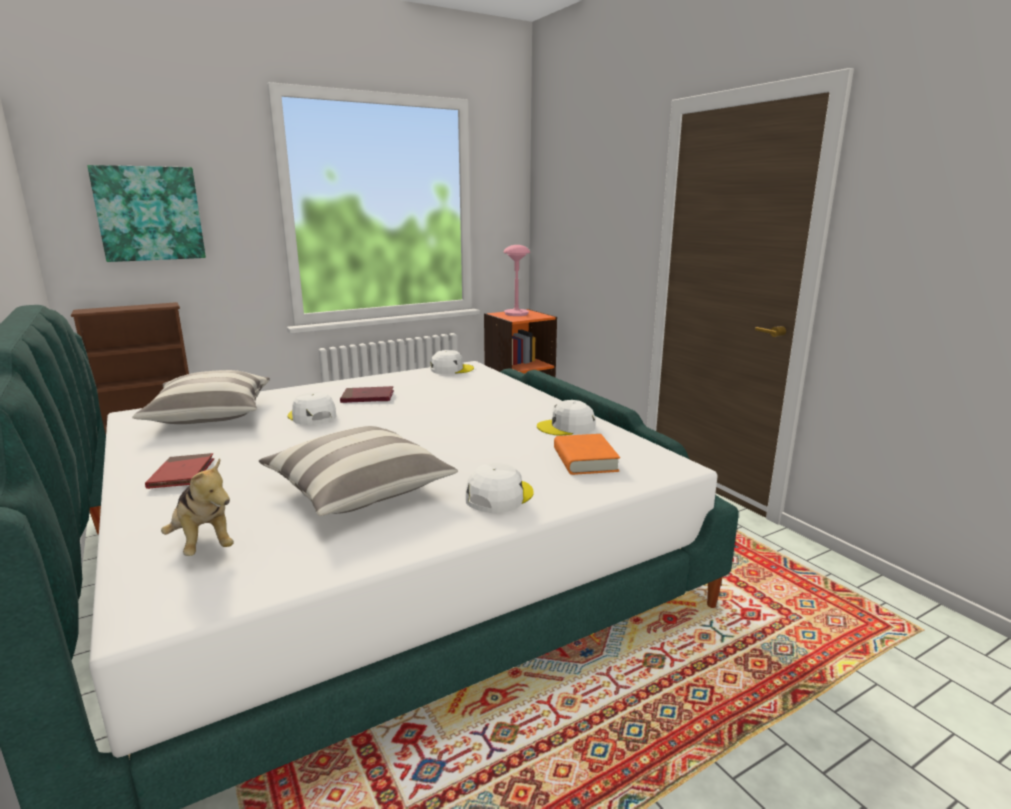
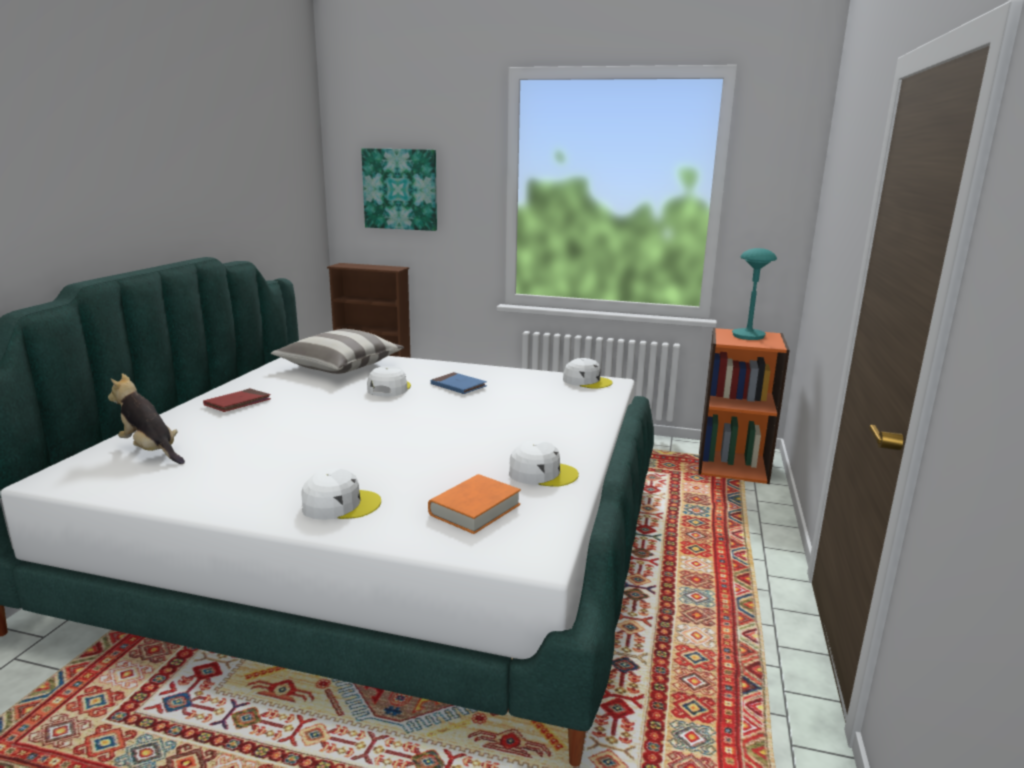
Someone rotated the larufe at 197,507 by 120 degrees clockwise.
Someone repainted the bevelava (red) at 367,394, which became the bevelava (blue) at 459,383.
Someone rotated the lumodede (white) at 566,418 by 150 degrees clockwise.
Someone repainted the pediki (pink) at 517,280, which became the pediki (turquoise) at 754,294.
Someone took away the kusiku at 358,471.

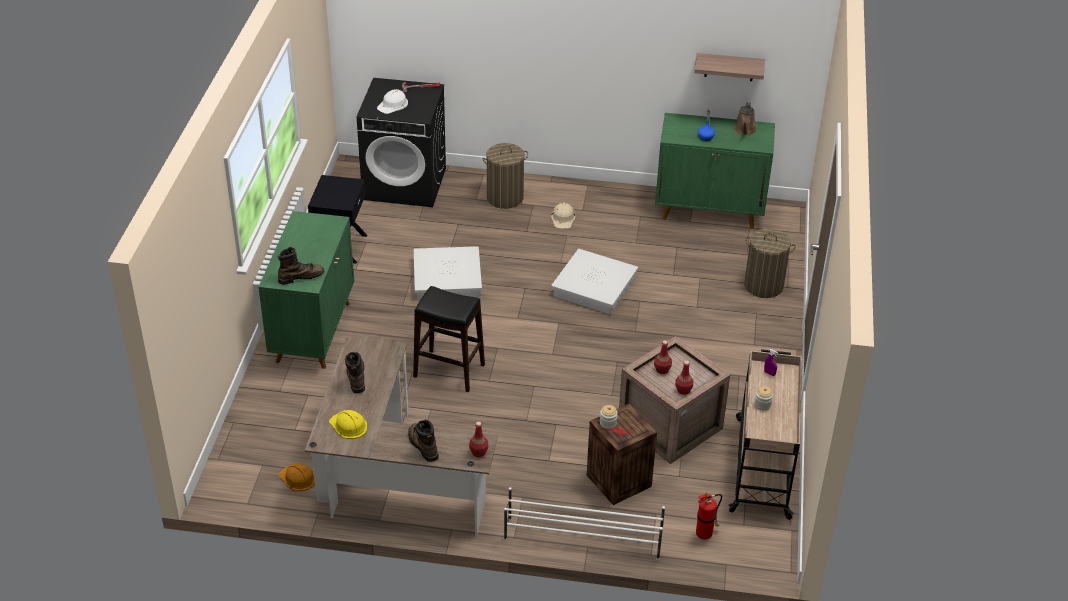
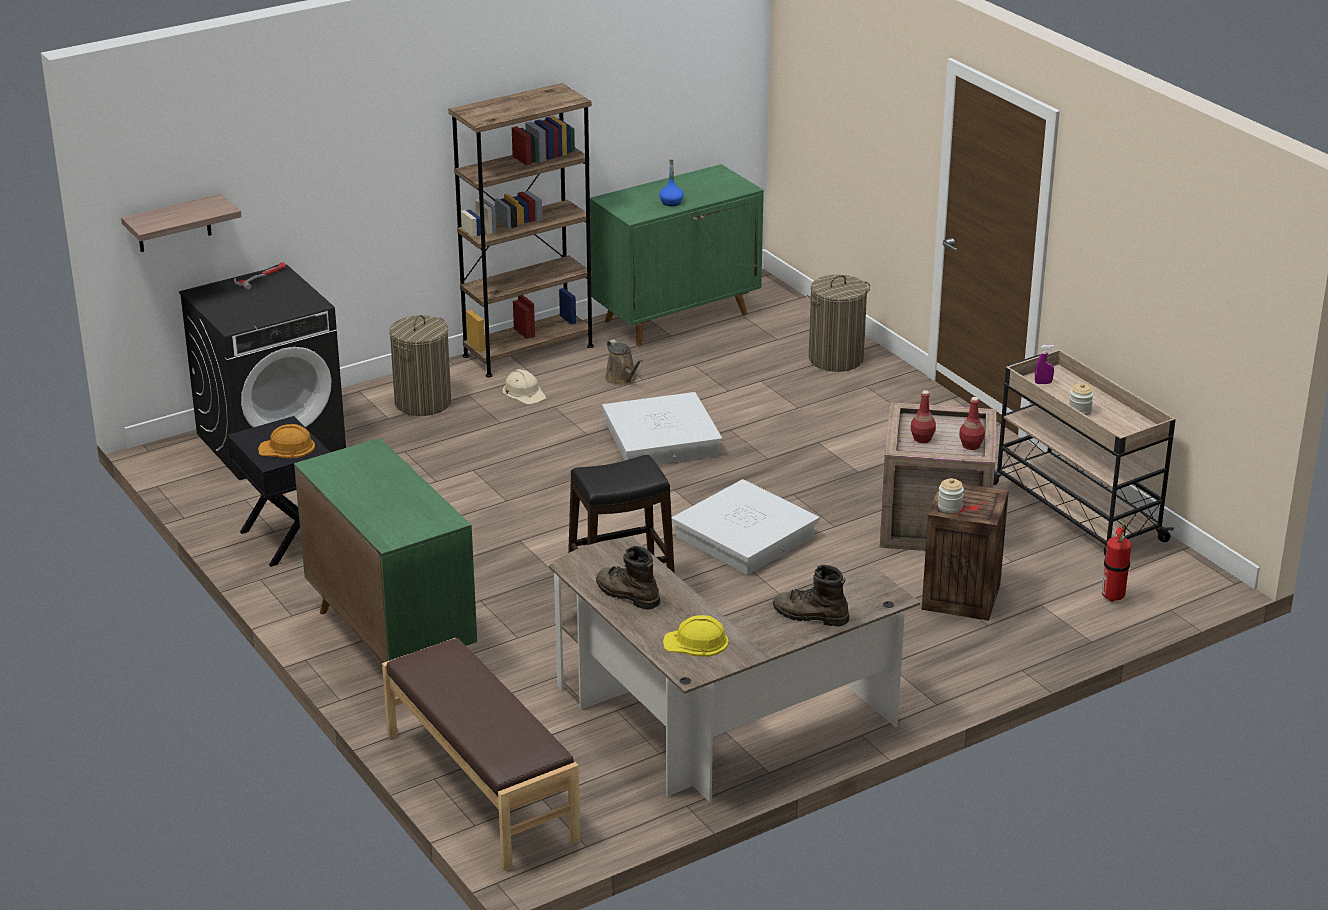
Someone carried the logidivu from 729,67 to 181,223.
Someone carried the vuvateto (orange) from 297,477 to 286,441.
Someone put down the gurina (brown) at 481,754.
Someone put down the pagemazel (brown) at 521,230.
Someone carried the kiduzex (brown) from 745,119 to 624,362.
Someone carried the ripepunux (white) from 448,273 to 745,527.
Someone took away the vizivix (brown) at 300,266.
Someone took away the vuvateto (white) at 392,101.
Someone took away the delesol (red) at 479,439.
Someone took away the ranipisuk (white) at 584,523.

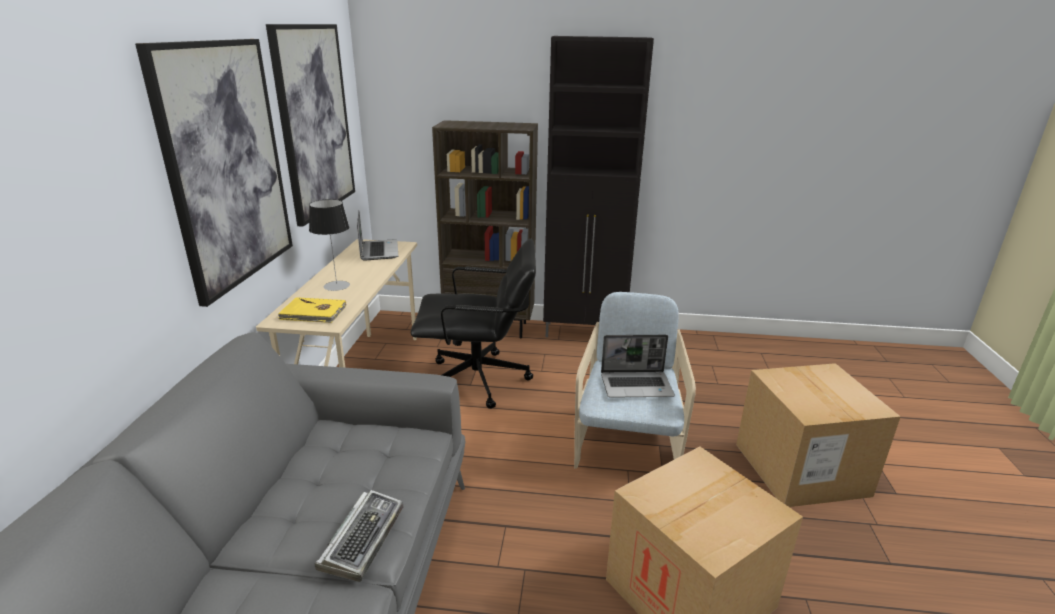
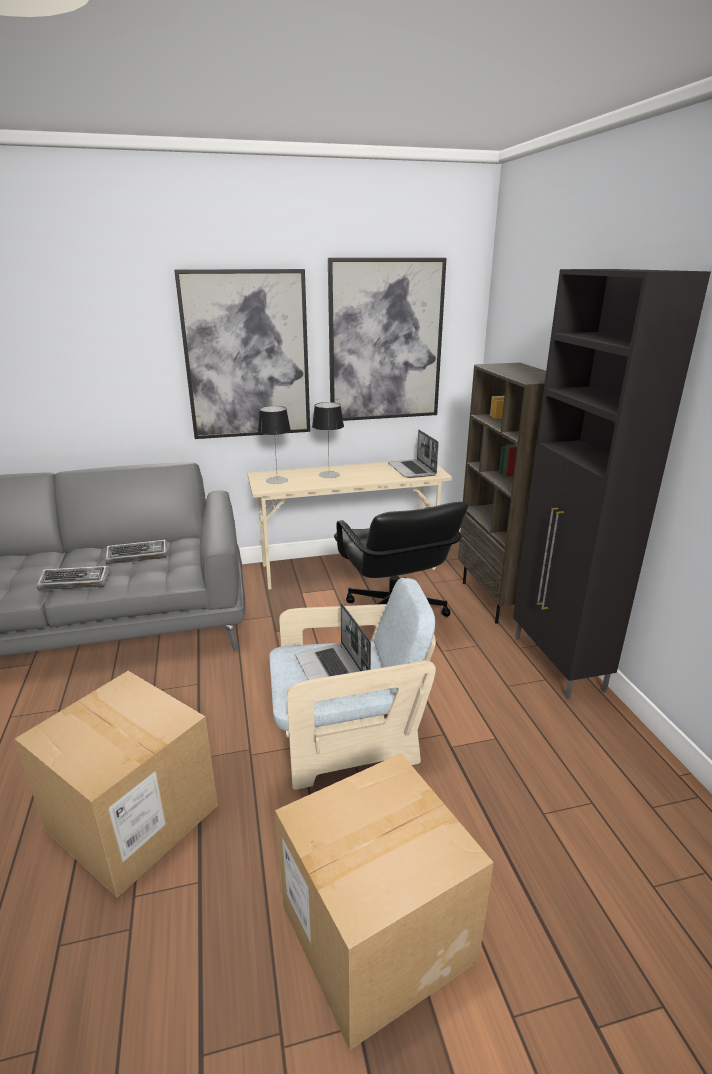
Someone put down the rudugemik at 136,552.
Someone swapped the bevelava (yellow) at 312,310 for the pediki at 274,445.
Someone rotated the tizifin at 377,236 by 105 degrees clockwise.

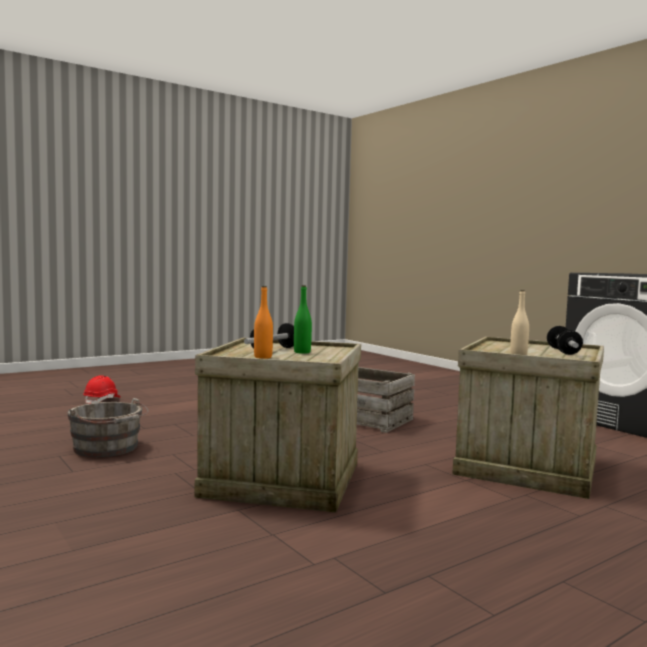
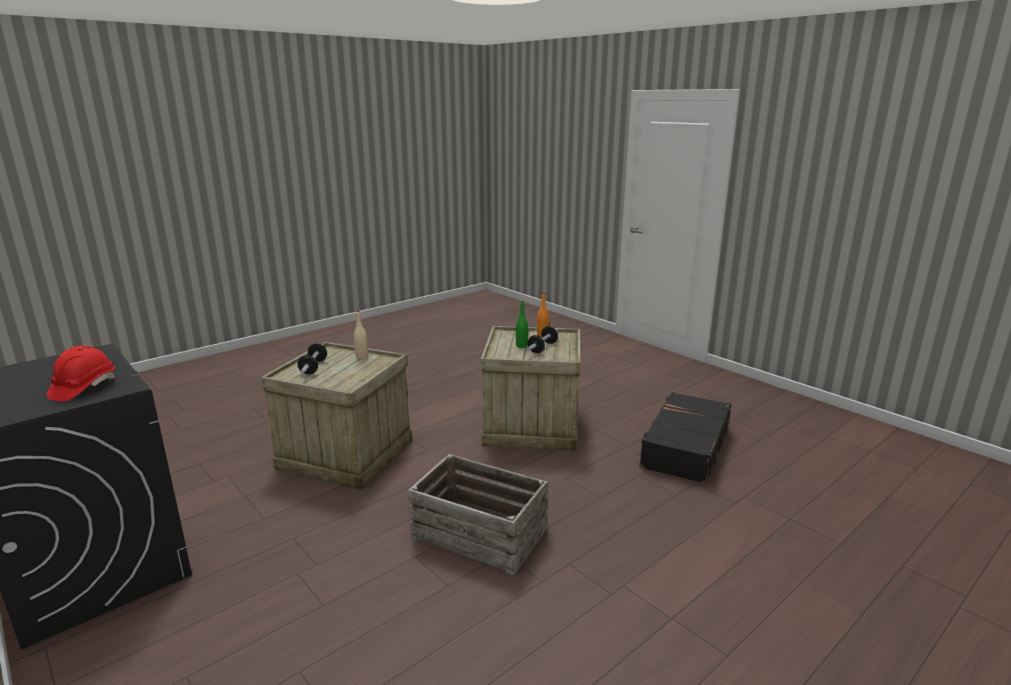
Someone carried the vuvateto (red) from 101,390 to 81,374.
Someone swapped the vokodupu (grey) at 108,427 for the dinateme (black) at 685,438.

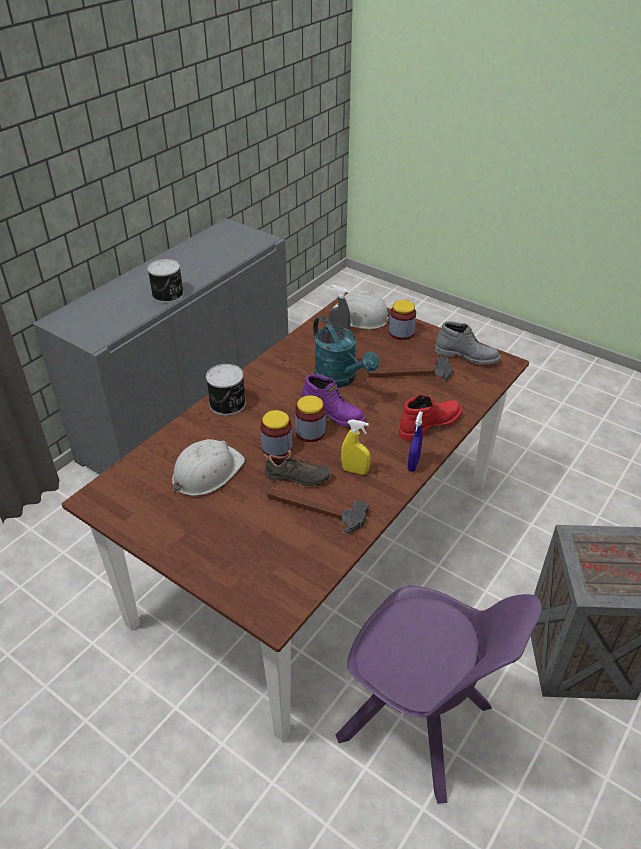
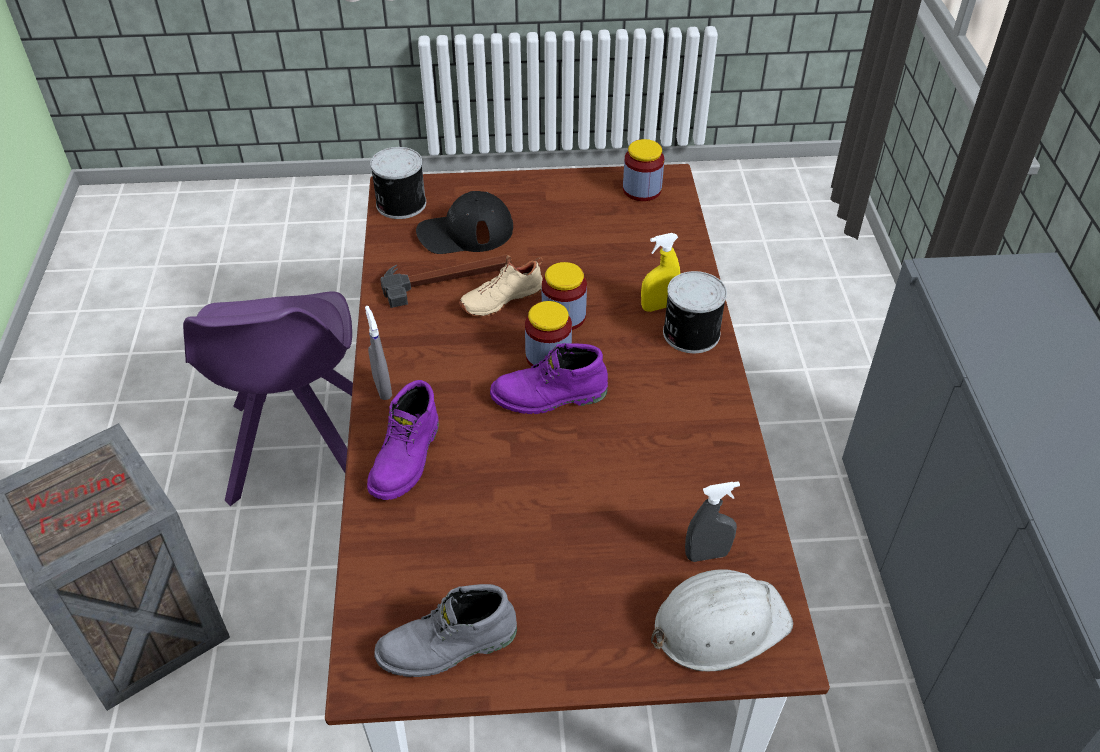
Someone rotated the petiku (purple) at 439,695 by 90 degrees counterclockwise.
Someone repainted the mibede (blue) at 415,441, which became the mibede (grey) at 378,353.
Someone repainted the vizivix (red) at 430,417, which became the vizivix (purple) at 403,440.
Someone carried the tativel from 165,281 to 398,183.
Someone put down the lumodede (black) at 464,222.
Someone repainted the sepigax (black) at 298,468, which became the sepigax (beige) at 501,286.
Someone carried the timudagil from 402,320 to 643,170.
Someone carried the mibede (yellow) from 355,447 to 660,272.
Someone took away the vuvateto (white) at 208,467.
Someone took away the kiduzex (turquoise) at 346,352.
Someone took away the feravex at 410,369.

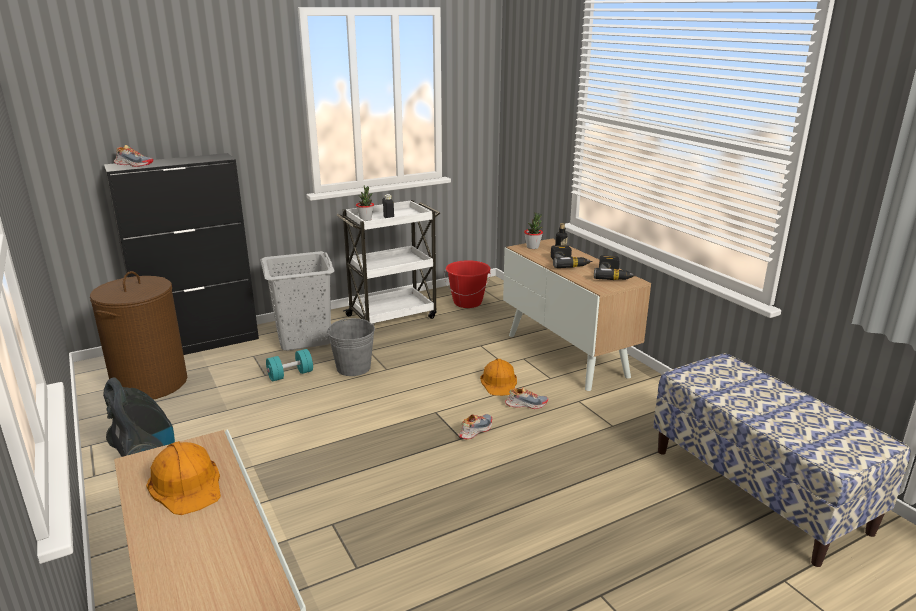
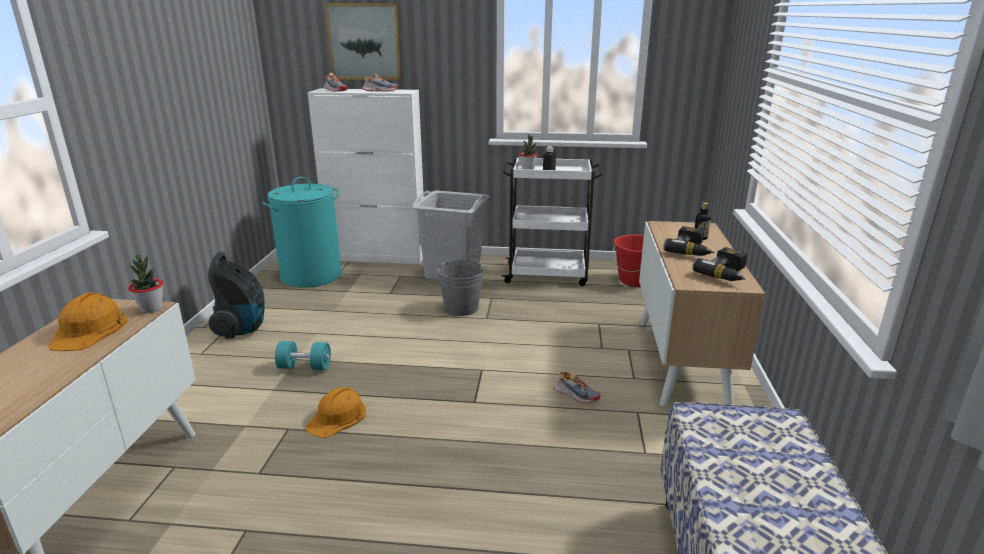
Someone carried the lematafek from 533,231 to 145,283.
Someone repainted the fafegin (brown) at 139,335, which became the fafegin (turquoise) at 302,232.
Someone carried the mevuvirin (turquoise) from 289,365 to 303,355.
Someone carried the vuvateto (orange) from 498,377 to 335,412.
Someone repainted the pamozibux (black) at 181,254, which became the pamozibux (white) at 366,176.
Someone put up the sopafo at 363,41.
Someone carried the sepigax from 475,426 to 380,83.

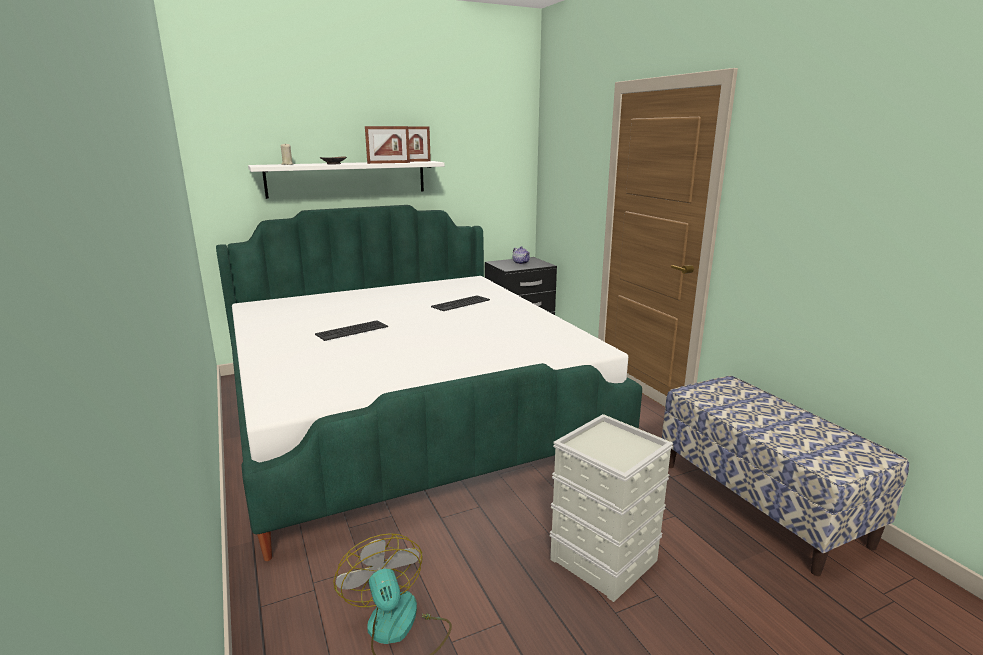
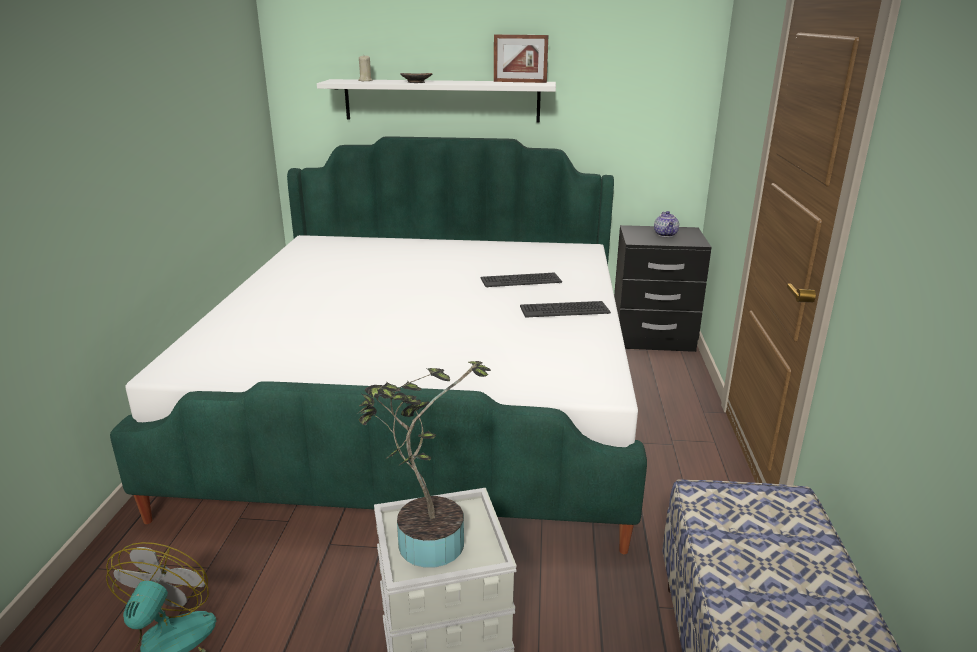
Someone put down the lematafek at 424,464.
Someone carried the rudugemik from 351,330 to 565,309.
Someone took away the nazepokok at 387,145.

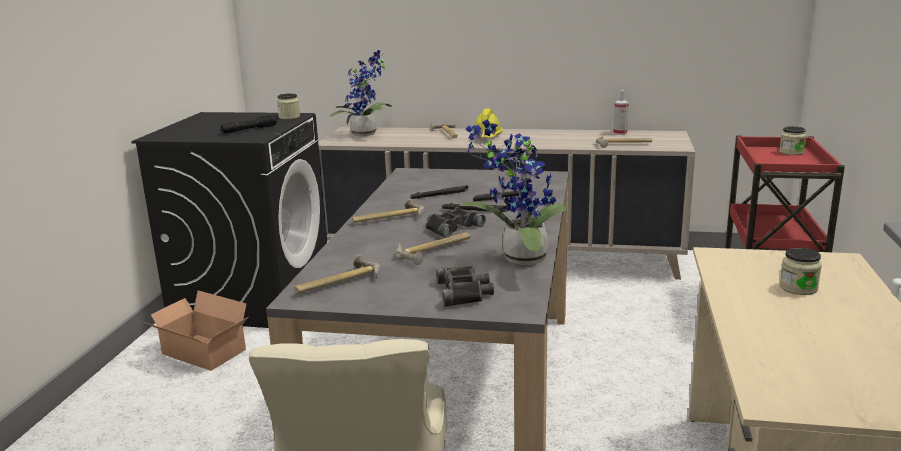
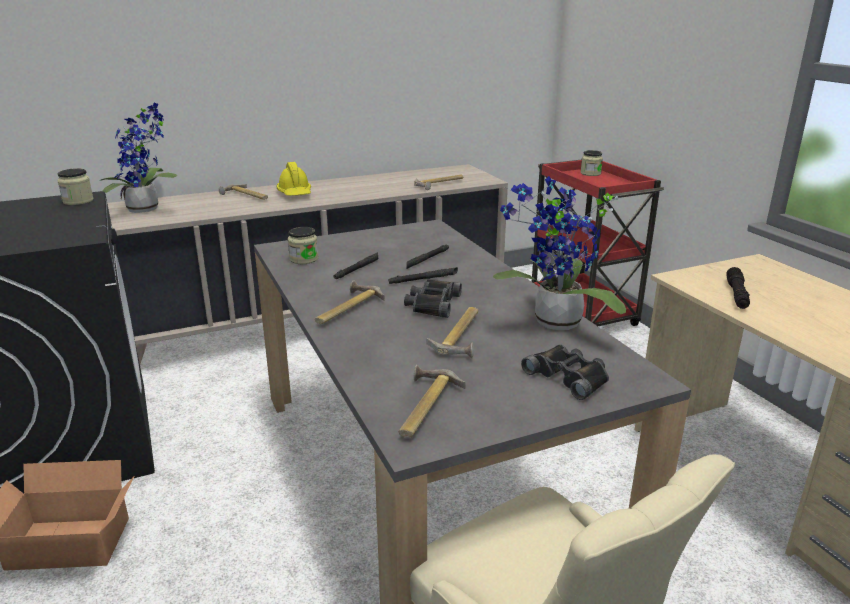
Someone carried the timudagil from 801,271 to 303,245.
Someone carried the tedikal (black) from 249,124 to 738,288.
Someone took away the mibede at 621,112.

